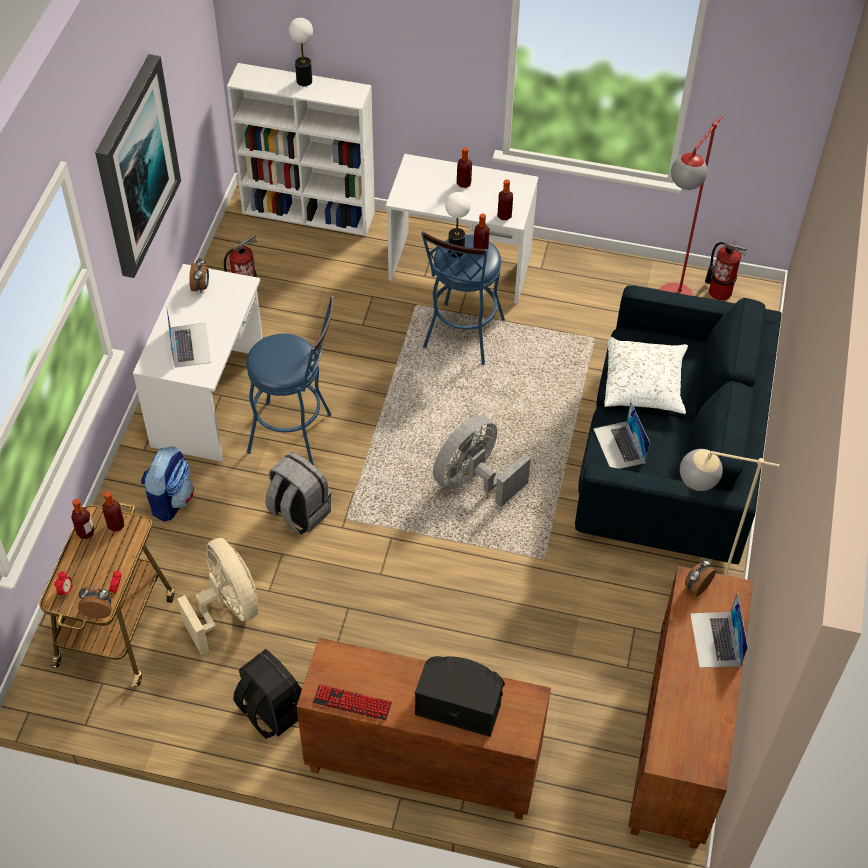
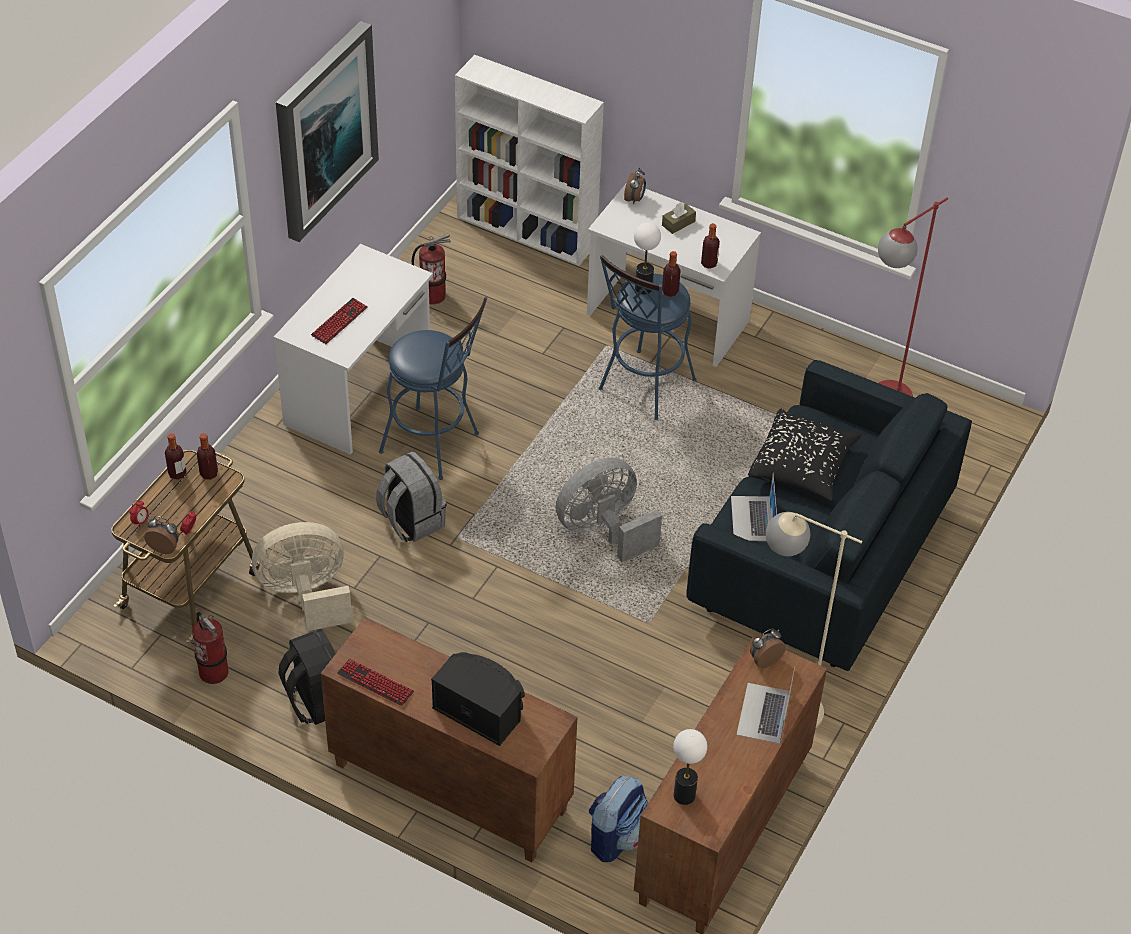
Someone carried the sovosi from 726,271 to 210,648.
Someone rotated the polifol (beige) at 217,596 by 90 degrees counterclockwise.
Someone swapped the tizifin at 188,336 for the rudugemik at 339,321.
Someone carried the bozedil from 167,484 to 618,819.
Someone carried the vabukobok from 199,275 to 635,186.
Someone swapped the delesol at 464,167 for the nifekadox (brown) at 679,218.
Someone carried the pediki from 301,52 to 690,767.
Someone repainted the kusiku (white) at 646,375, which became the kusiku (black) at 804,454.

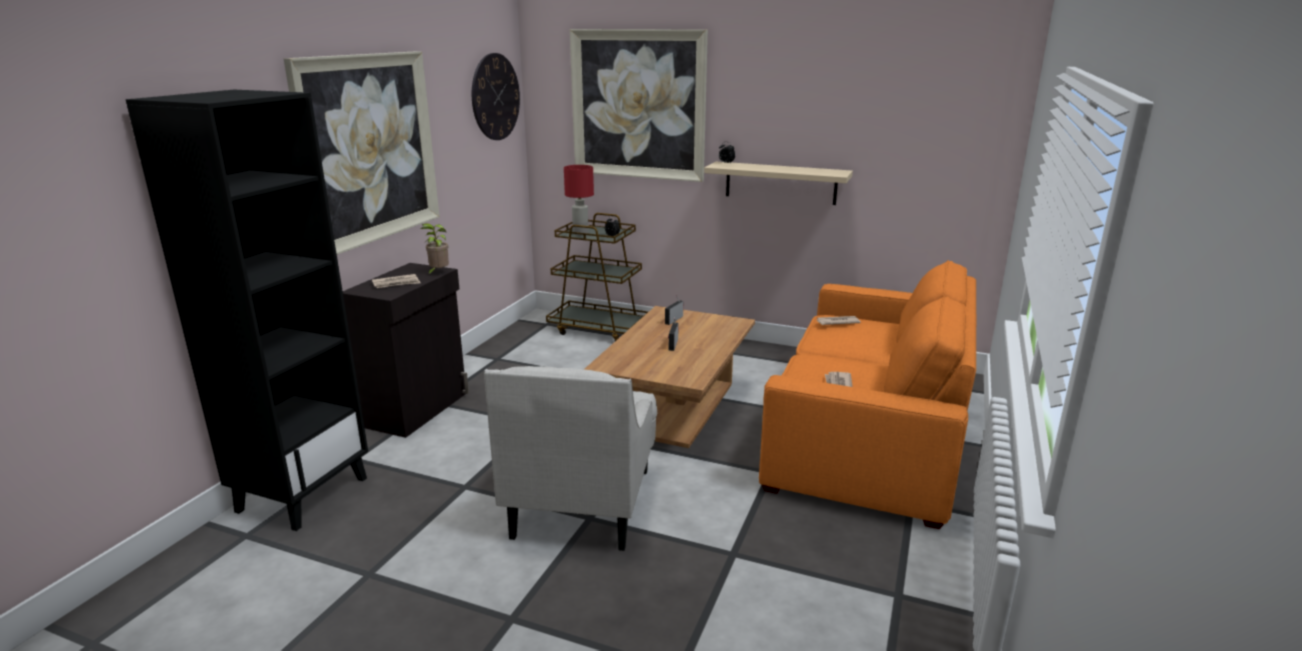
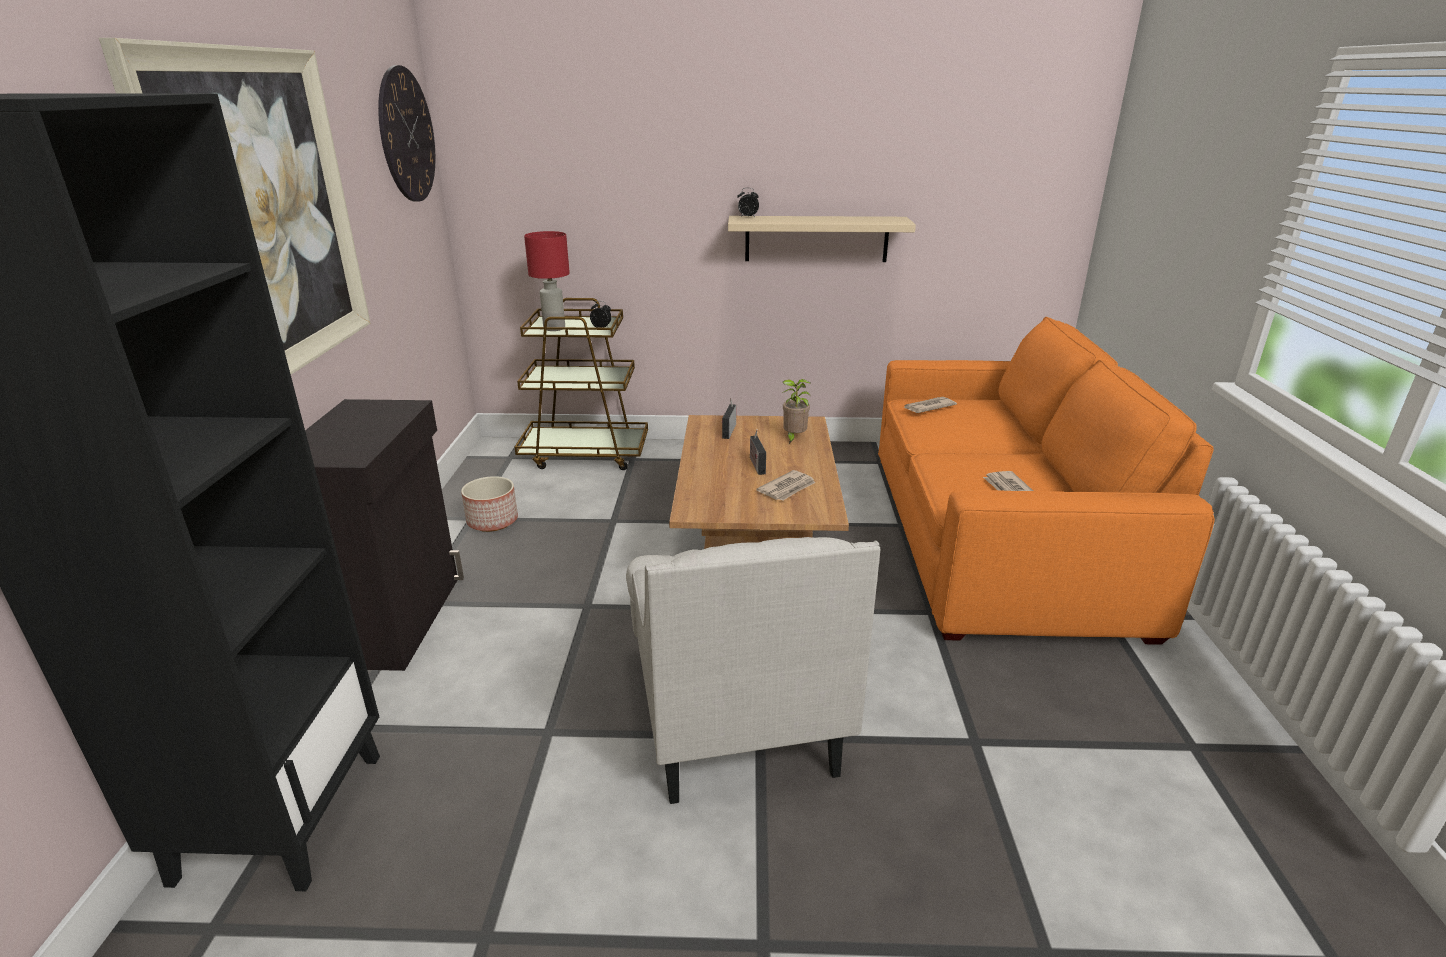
Someone put down the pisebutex at 489,504.
Someone carried the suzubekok from 396,281 to 786,485.
Someone carried the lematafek from 434,249 to 796,411.
Someone took away the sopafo at 639,105.

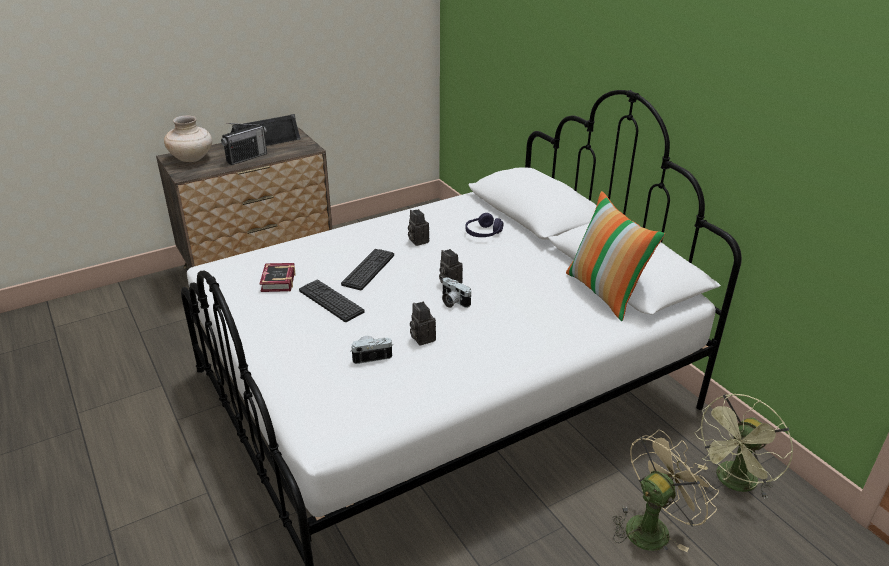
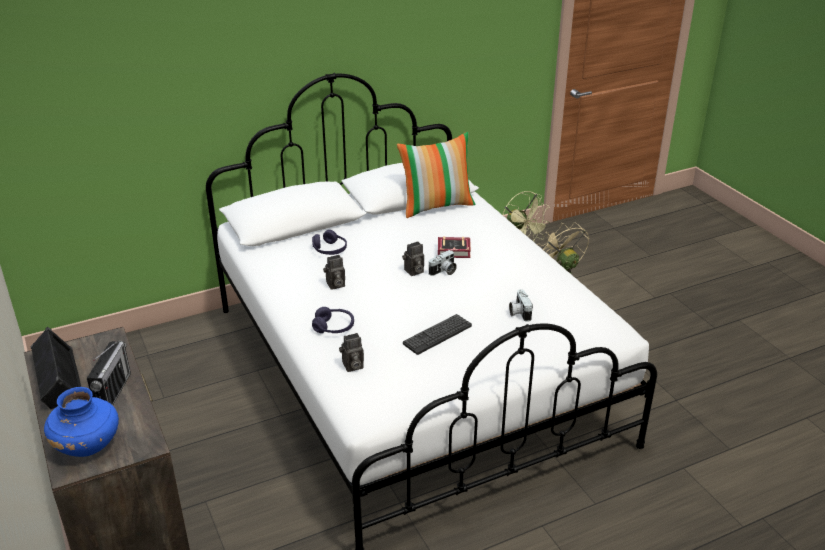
Someone repainted the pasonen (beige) at 188,139, which became the pasonen (blue) at 81,422.
Someone rotated the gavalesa at 244,144 by 45 degrees clockwise.
Someone put down the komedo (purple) at 333,320.
Someone carried the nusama from 423,324 to 351,352.
Someone carried the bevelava from 277,277 to 454,247.
Someone took away the rudugemik at 367,269.

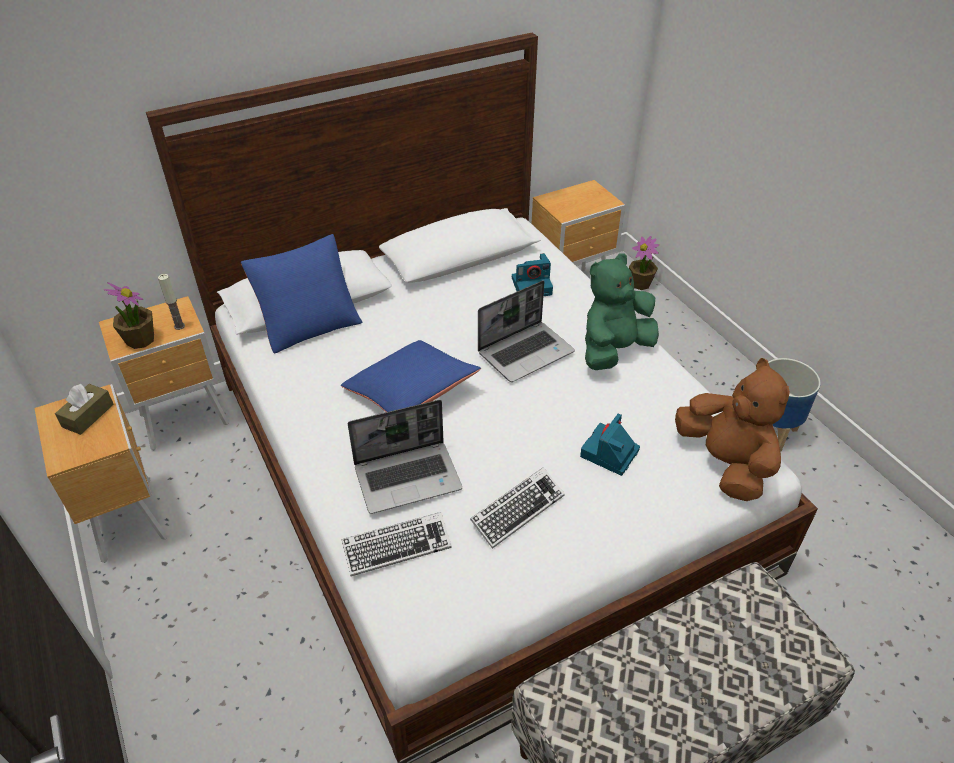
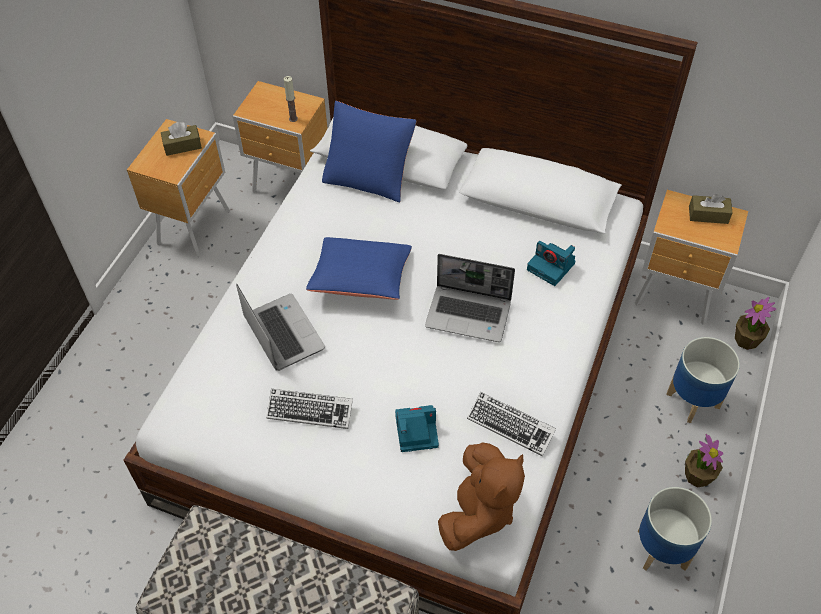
Someone rotated the tizifin at 405,457 by 150 degrees counterclockwise.
Someone carried the rudugemik from 396,544 to 511,424.
Someone put down the pisebutex at 703,380.
Someone carried the lematafek from 129,315 to 704,460.
Someone put down the nifekadox (brown) at 710,209.
Someone took away the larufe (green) at 622,311.

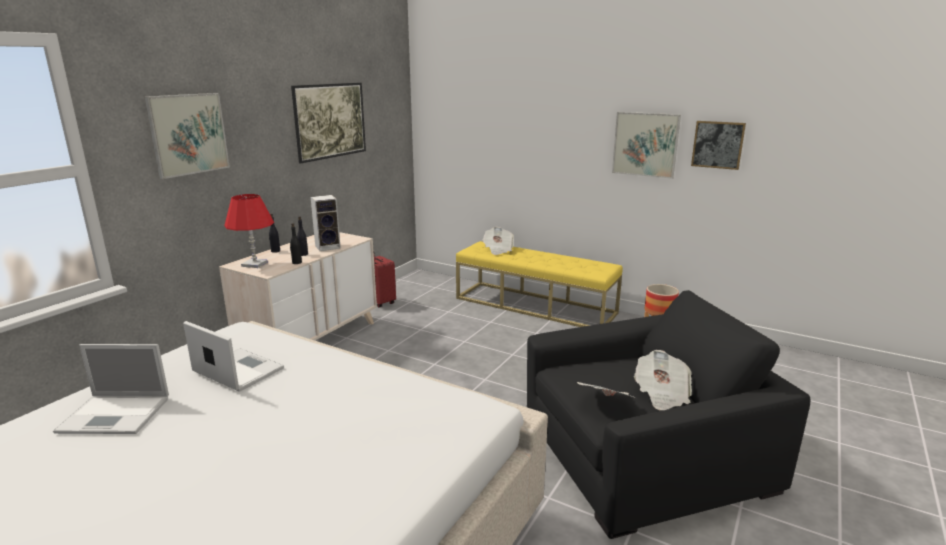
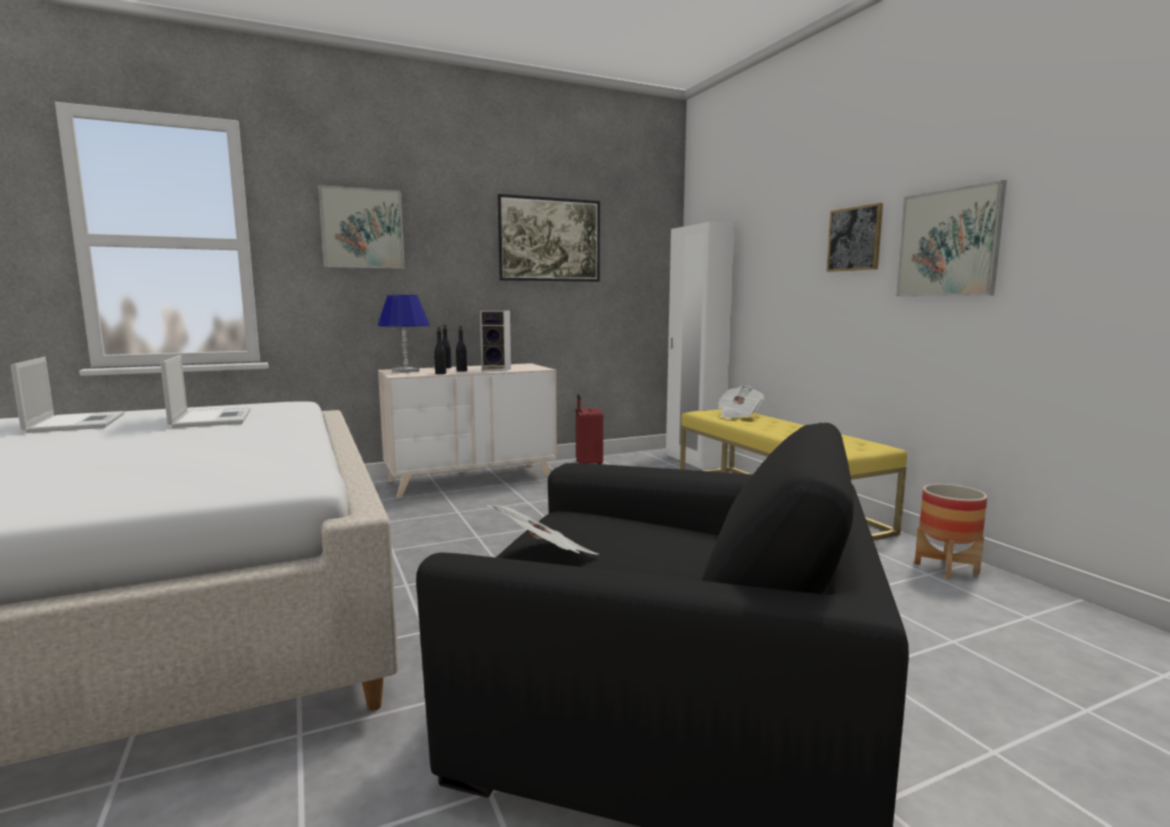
Someone rotated the tizifin at 111,389 by 150 degrees counterclockwise.
Someone repainted the pediki (red) at 249,231, which became the pediki (blue) at 404,334.
Someone put down the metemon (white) at 700,346.
Someone carried the sopafo from 718,145 to 855,237.
Someone took away the suzubekok at 663,380.

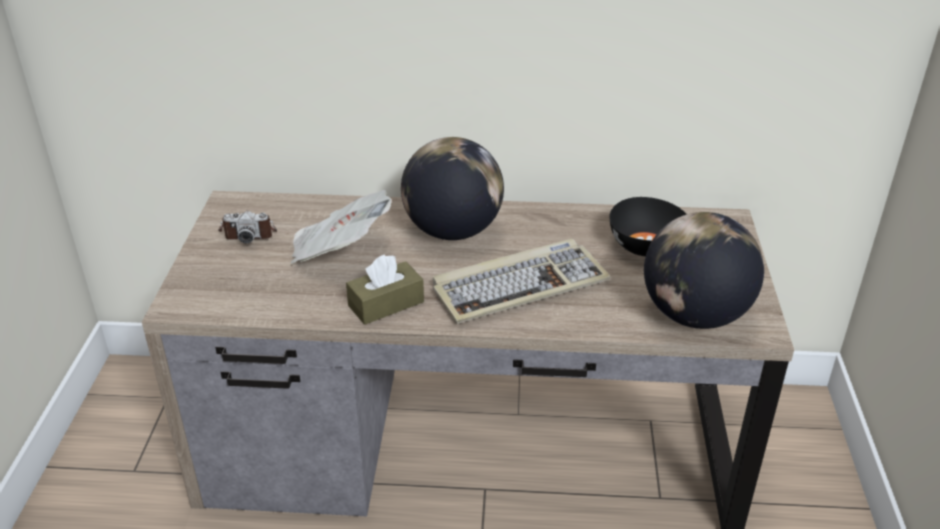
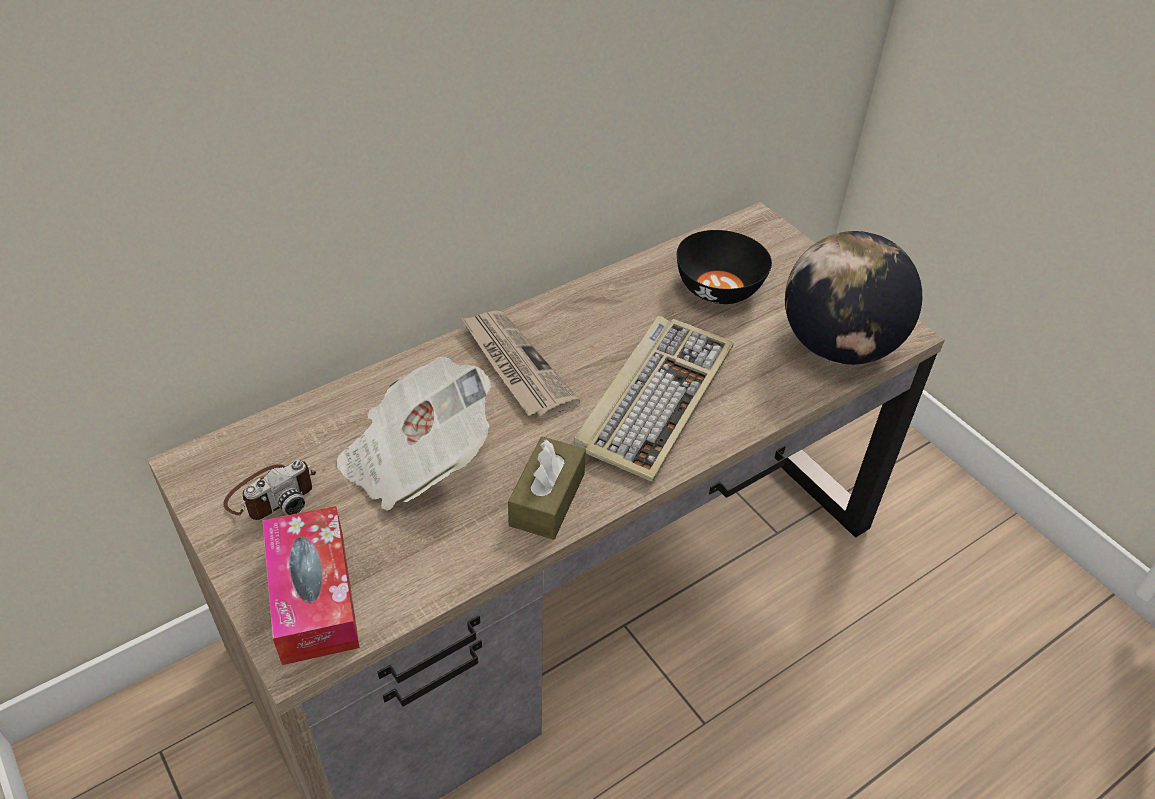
Someone put down the nifekadox at 311,585.
Someone swapped the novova at 452,188 for the suzubekok at 520,364.

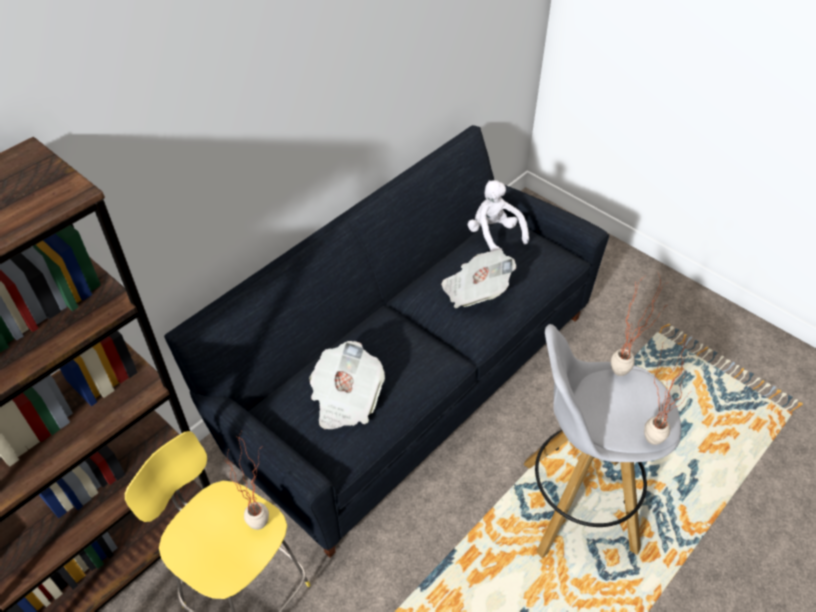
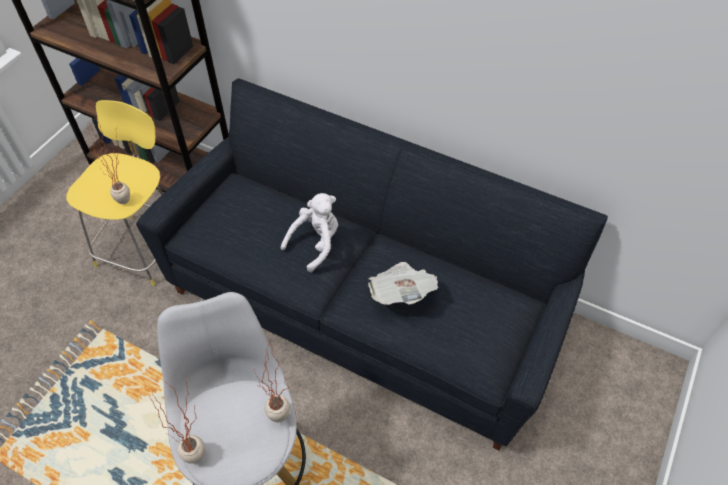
Someone carried the larufe (white) from 498,215 to 309,232.
Someone took away the suzubekok at 347,385.

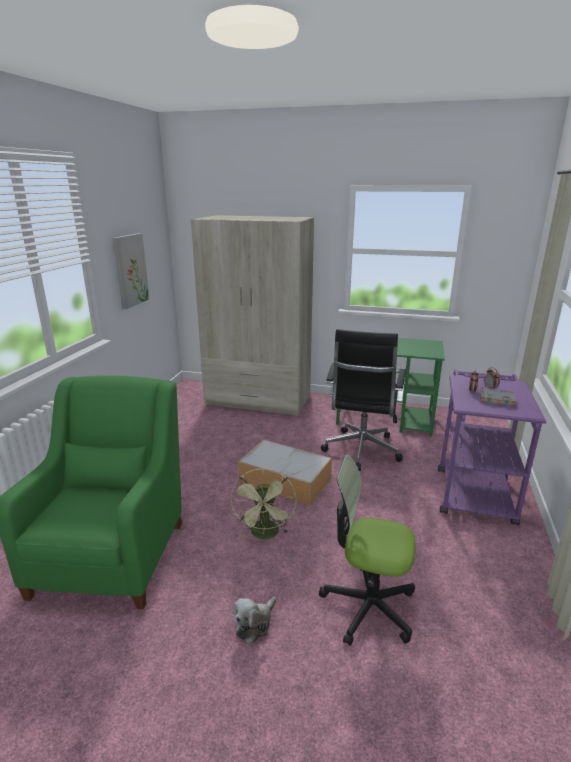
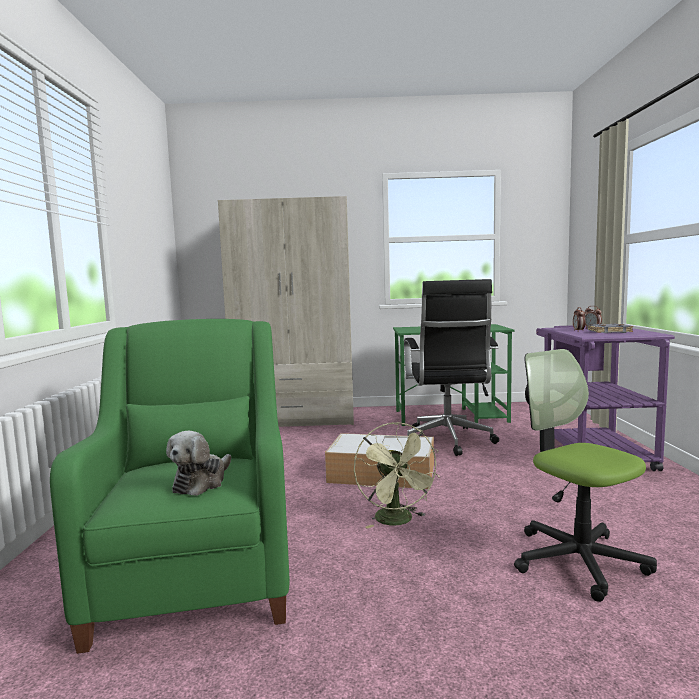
Someone carried the larufe from 254,620 to 198,463.
Someone rotated the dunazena at 367,550 by 60 degrees clockwise.
Someone took away the sopafo at 131,271.

